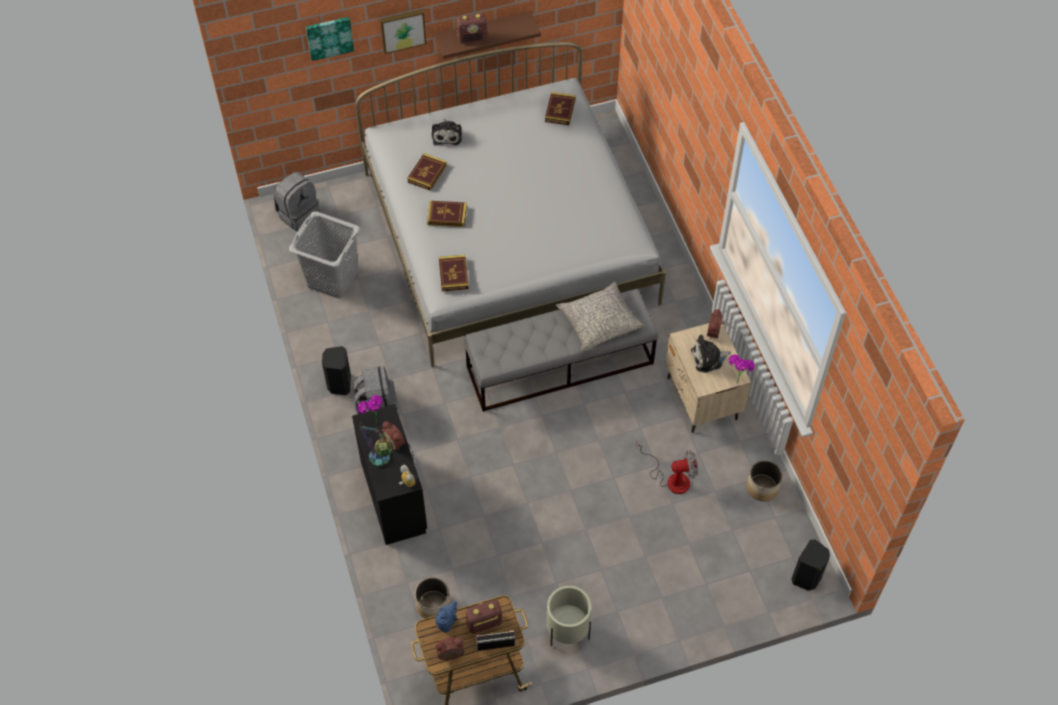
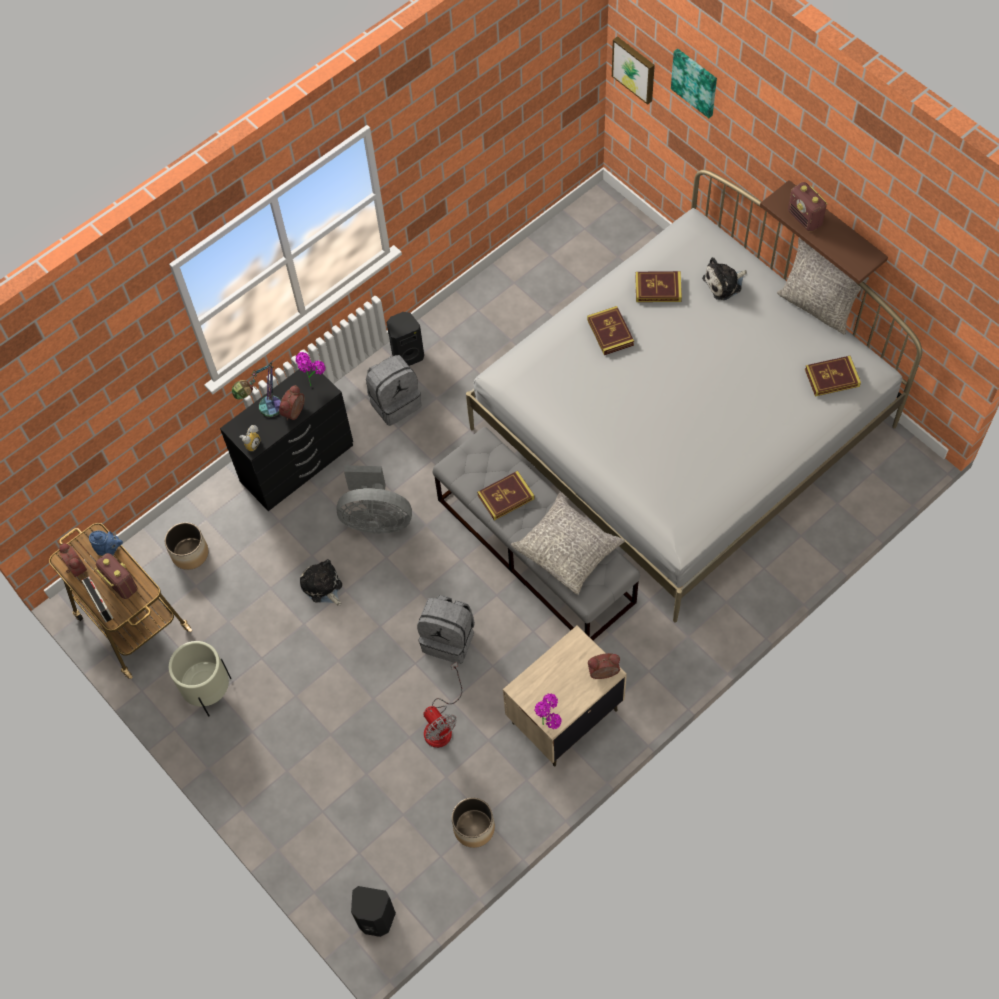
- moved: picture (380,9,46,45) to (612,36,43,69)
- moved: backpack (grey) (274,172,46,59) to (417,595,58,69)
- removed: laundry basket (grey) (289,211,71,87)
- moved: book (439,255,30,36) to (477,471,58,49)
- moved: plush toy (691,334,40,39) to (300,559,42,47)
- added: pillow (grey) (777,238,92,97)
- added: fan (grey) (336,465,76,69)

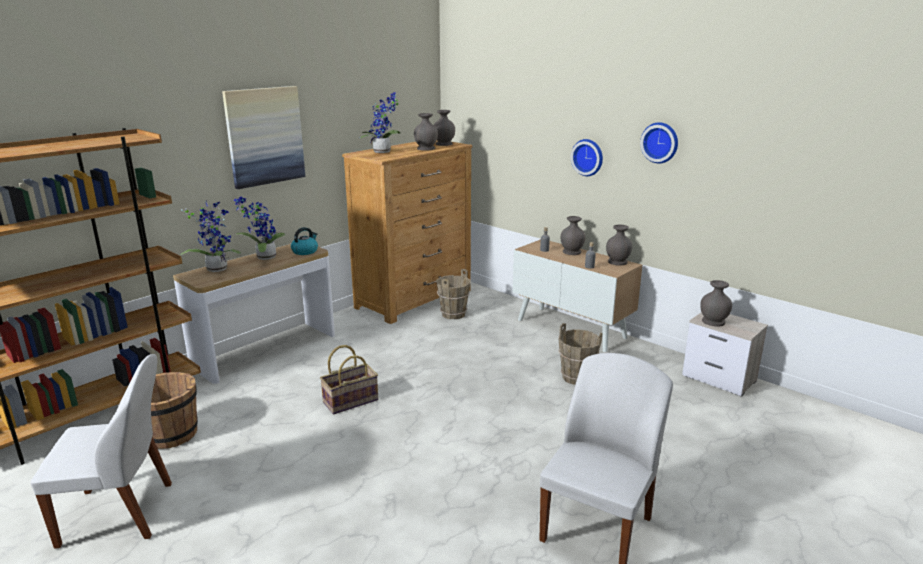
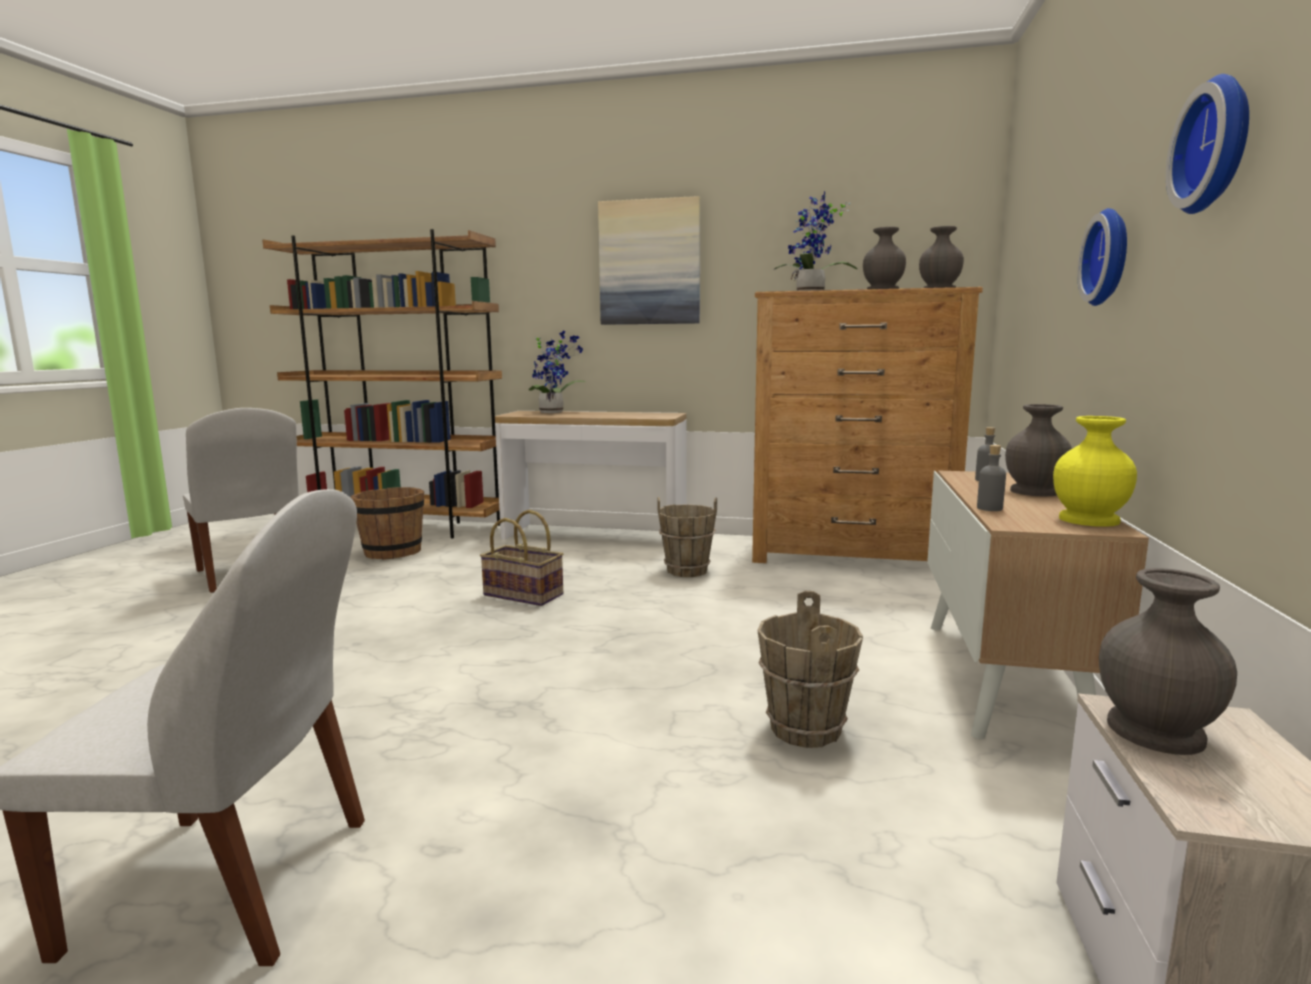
- removed: potted plant (234,196,51,64)
- recoloured: vase (grey) (606,225,26,41) to vase (yellow) (1053,416,84,111)
- removed: kettle (291,227,27,28)
- moved: bucket (brown) (436,269,35,50) to (658,497,59,80)

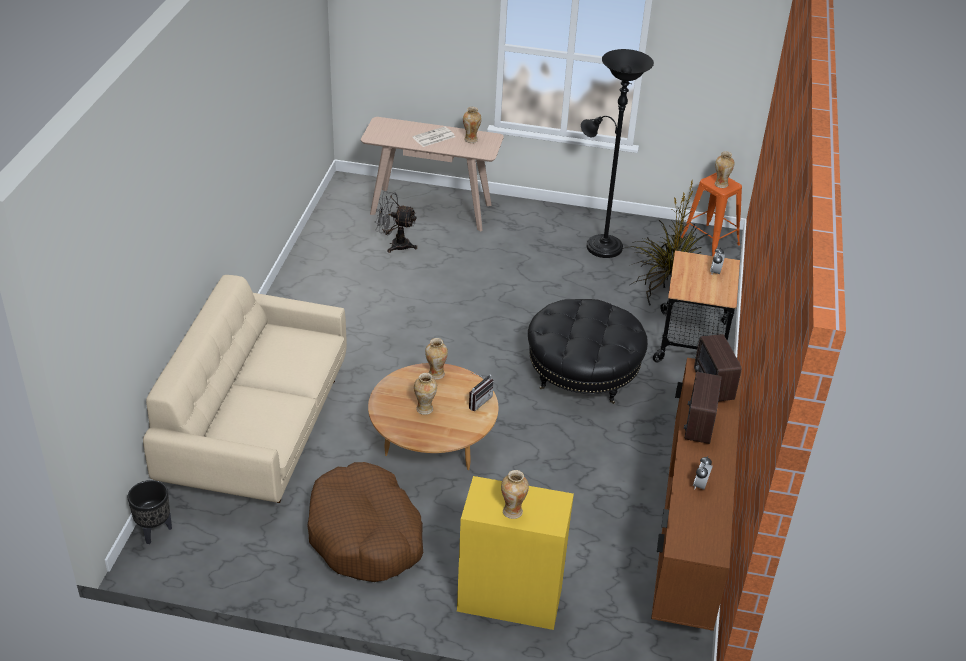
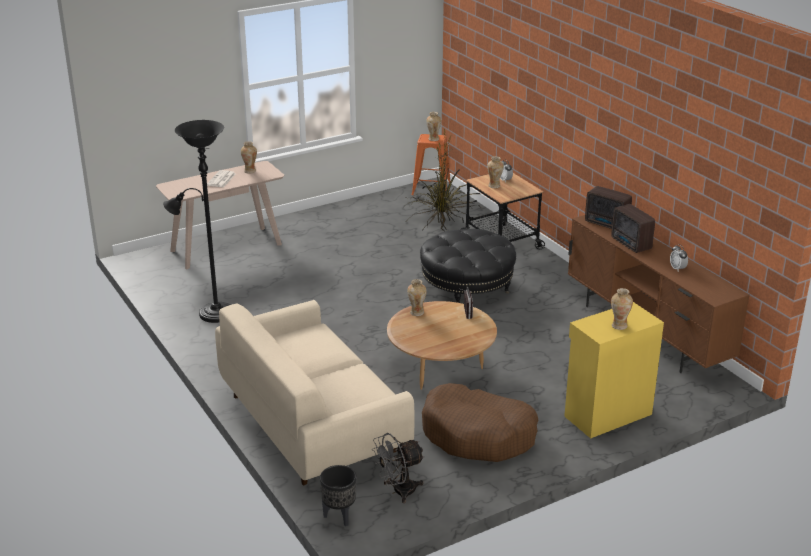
- moved: floor lamp (black) (581,49,73,209) to (163,120,68,203)
- moved: fan (grey) (375,191,42,62) to (372,433,53,70)
- moved: vase (414,373,23,42) to (487,156,17,32)

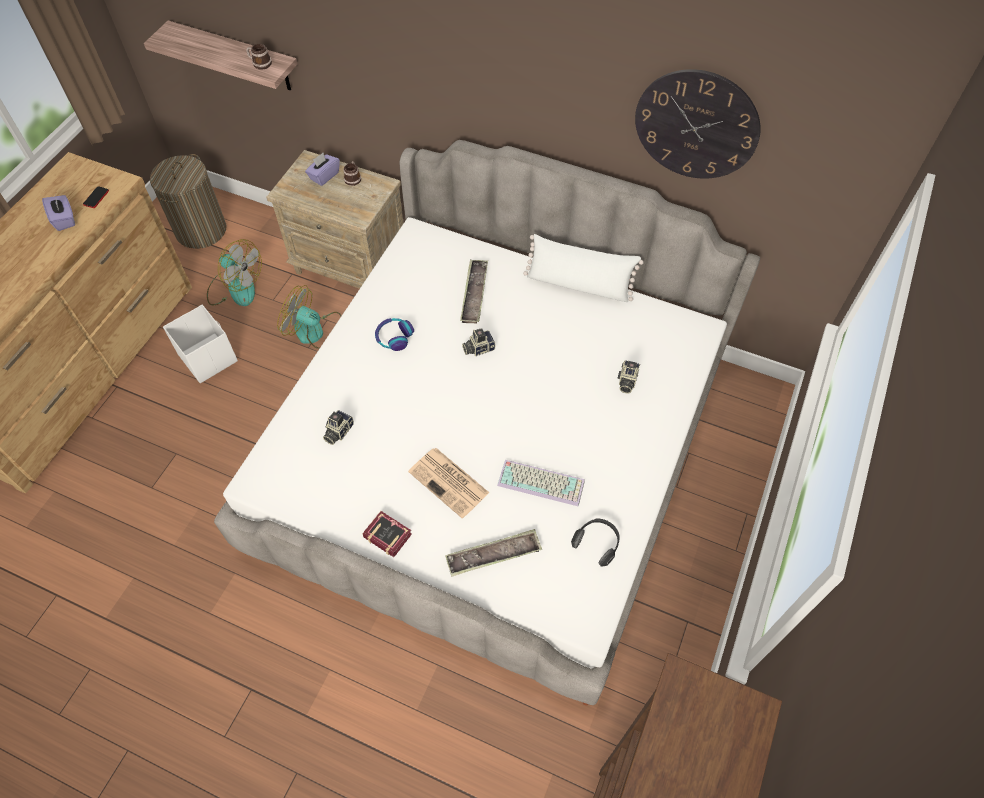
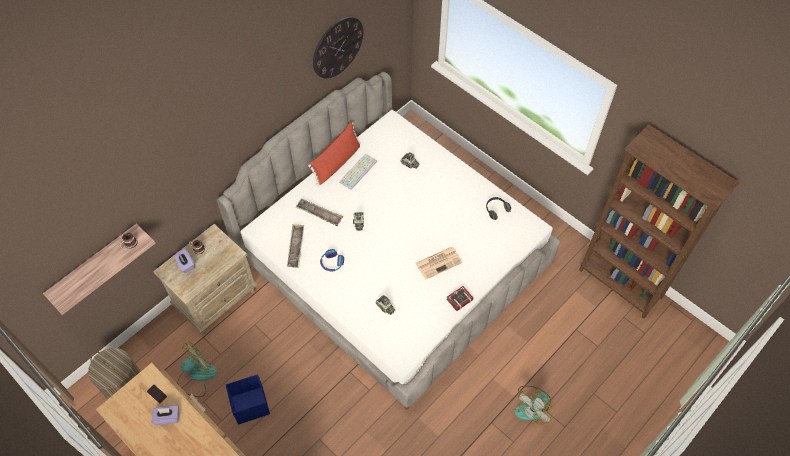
- recoloured: pillow (white) (523,234,121,68) to pillow (red) (308,122,53,64)
- moved: fan (277,285,65,64) to (514,386,39,38)
- recoloured: storage box (white) (163,305,75,78) to storage box (blue) (226,374,44,51)
- moved: keyboard (497,460,88,46) to (339,154,38,36)
- moved: tray (445,529,97,48) to (287,224,17,44)

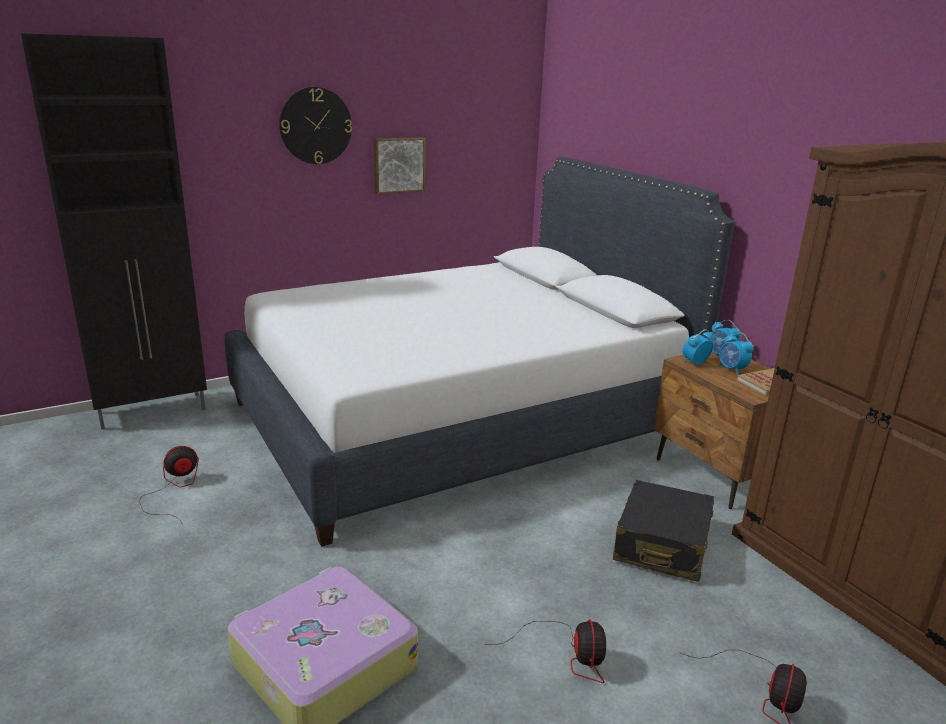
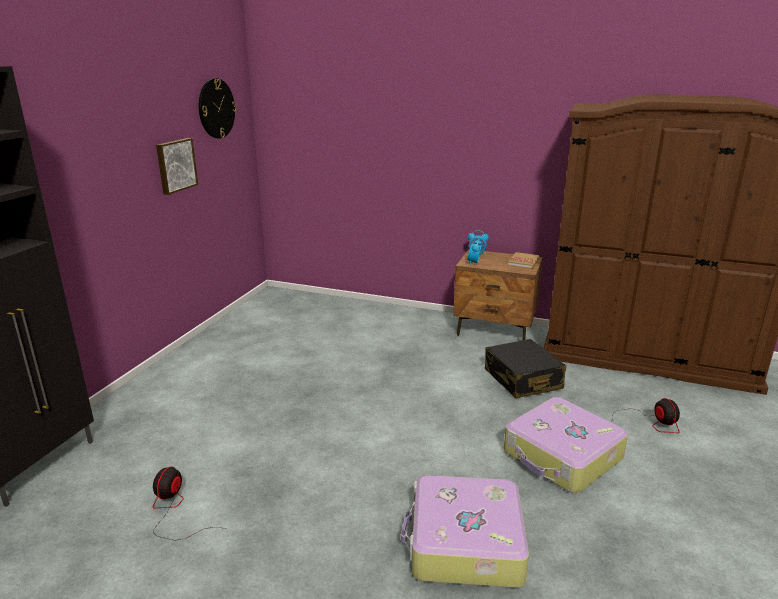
- moved: wall clock (279,87,73,77) to (199,78,37,61)
- removed: bed (white) (225,156,510,391)
- removed: alarm clock (719,333,35,41)
- replaced: fan (484,620,122,63) to suitcase (504,397,124,96)

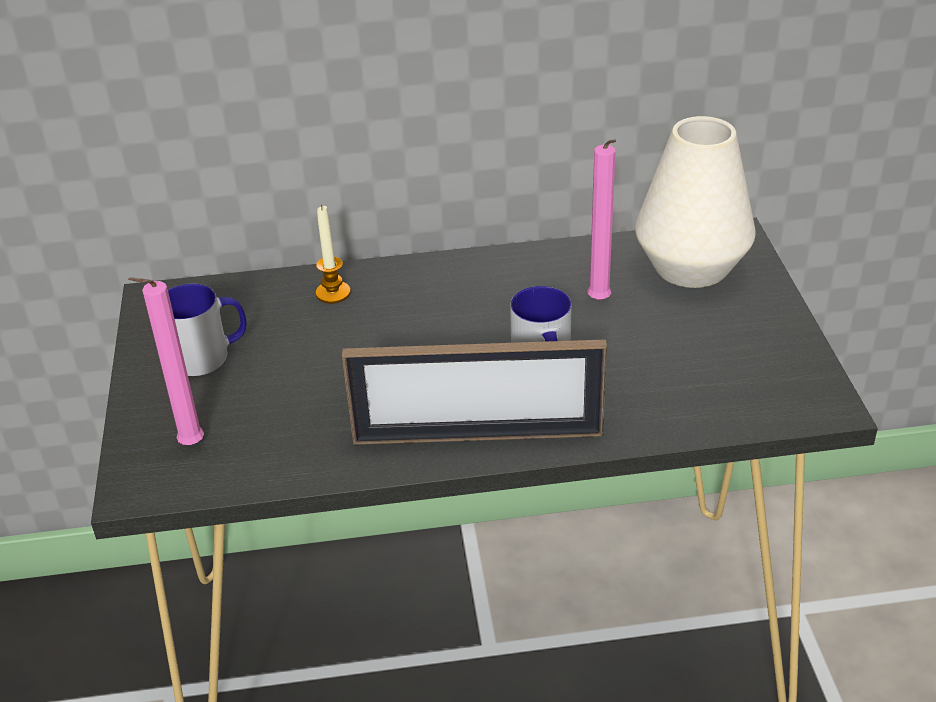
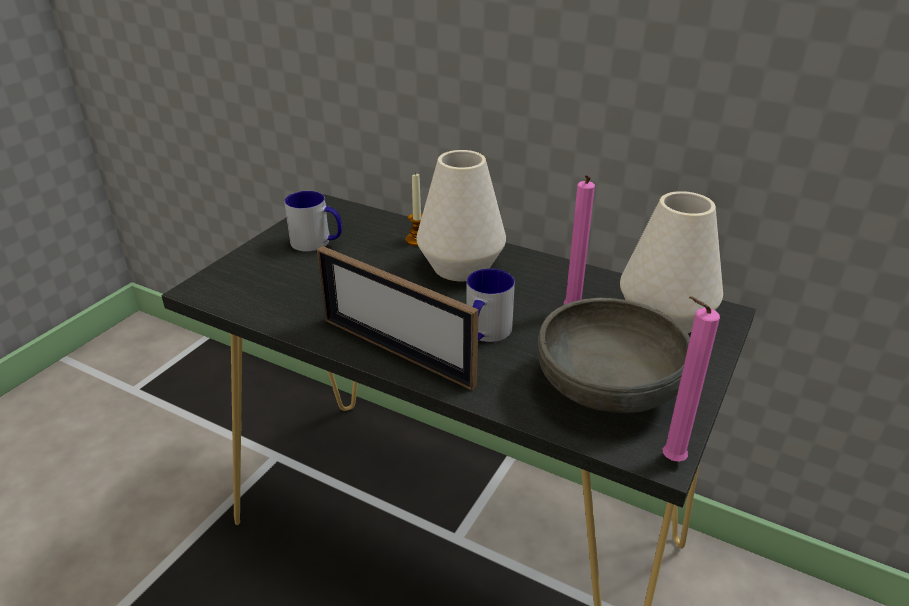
- moved: candle (pink) (128,277,76,168) to (663,296,57,166)
- added: vase (white) (417,150,89,131)
- added: bowl (grey) (537,298,153,115)

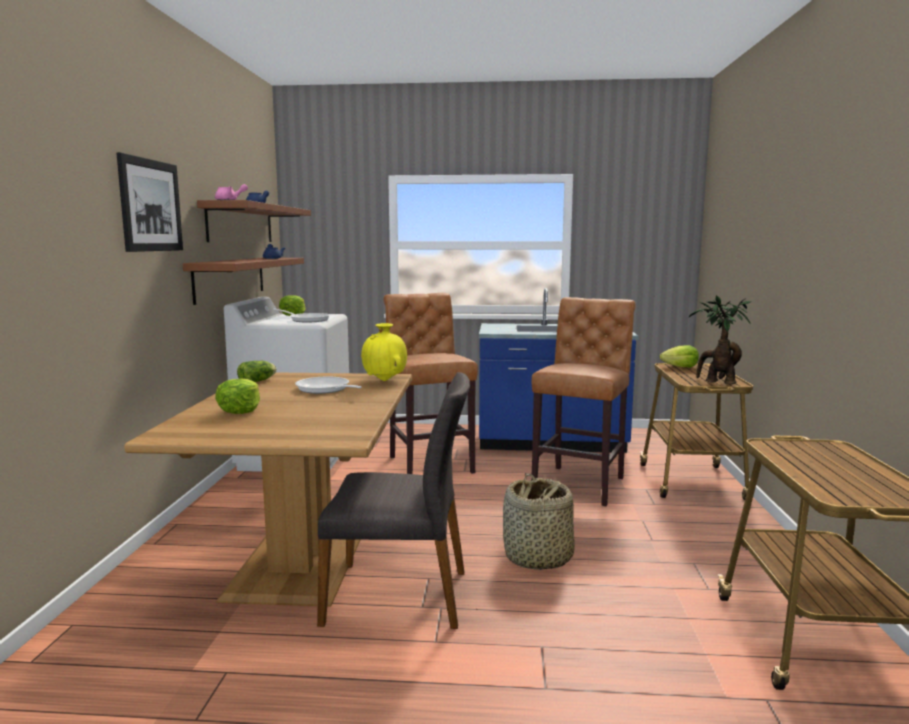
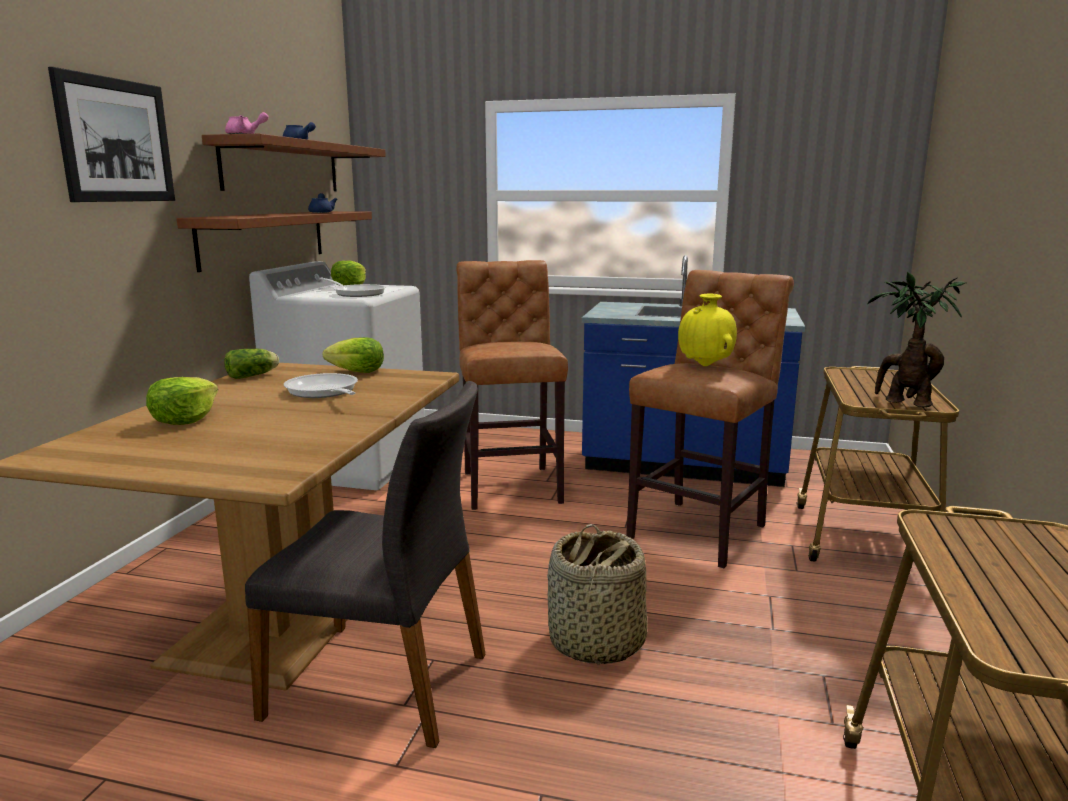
- moved: vase (yellow) (361,323,46,58) to (678,293,59,73)
- moved: lettuce (660,345,39,23) to (323,337,61,36)

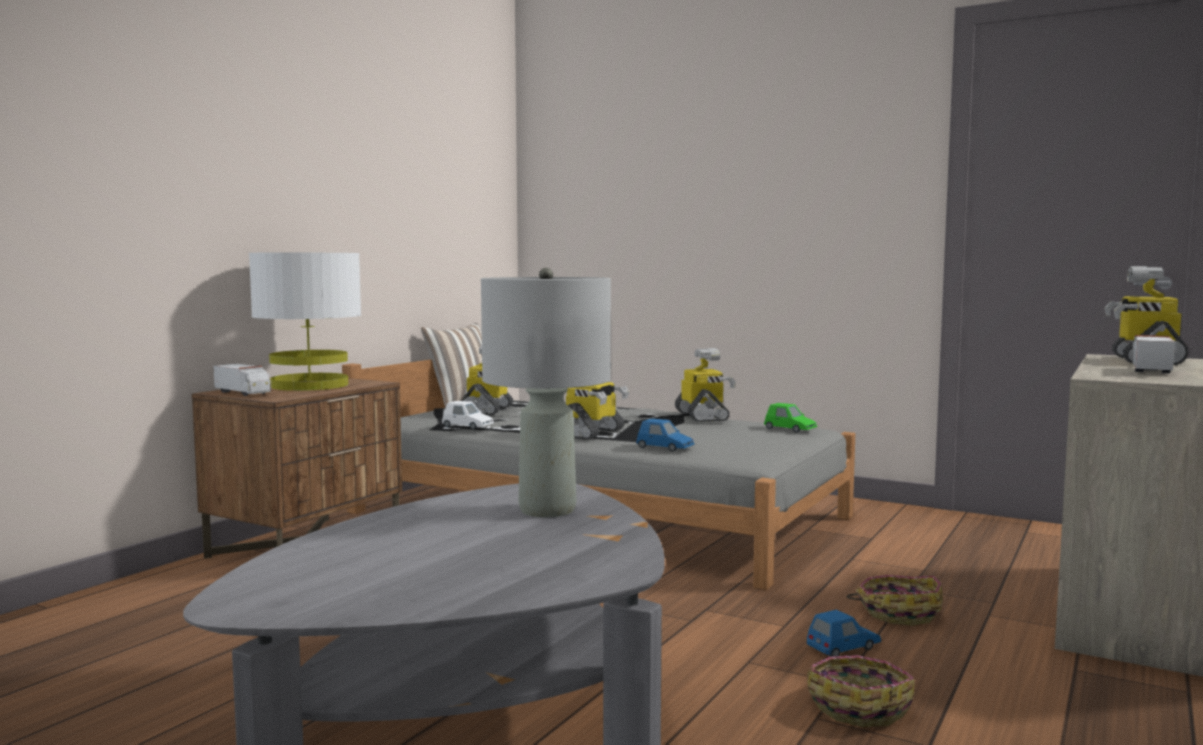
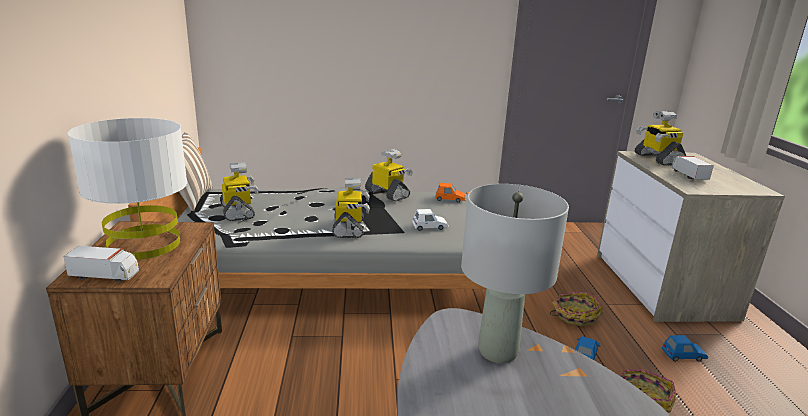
- moved: toy car (white) (442,401,52,28) to (412,209,37,22)
- recoloured: toy car (green) (764,403,53,29) to toy car (orange) (435,183,30,19)
- moved: toy car (blue) (636,418,58,34) to (662,335,46,27)

